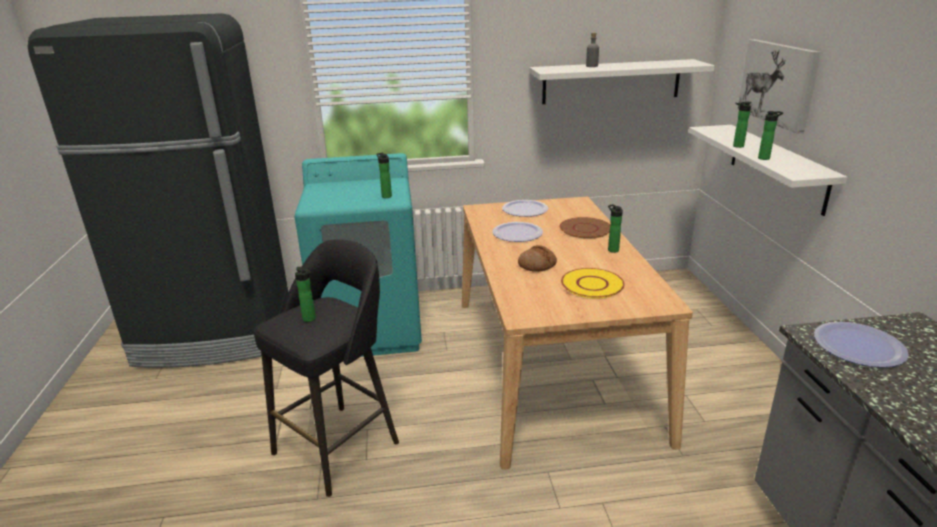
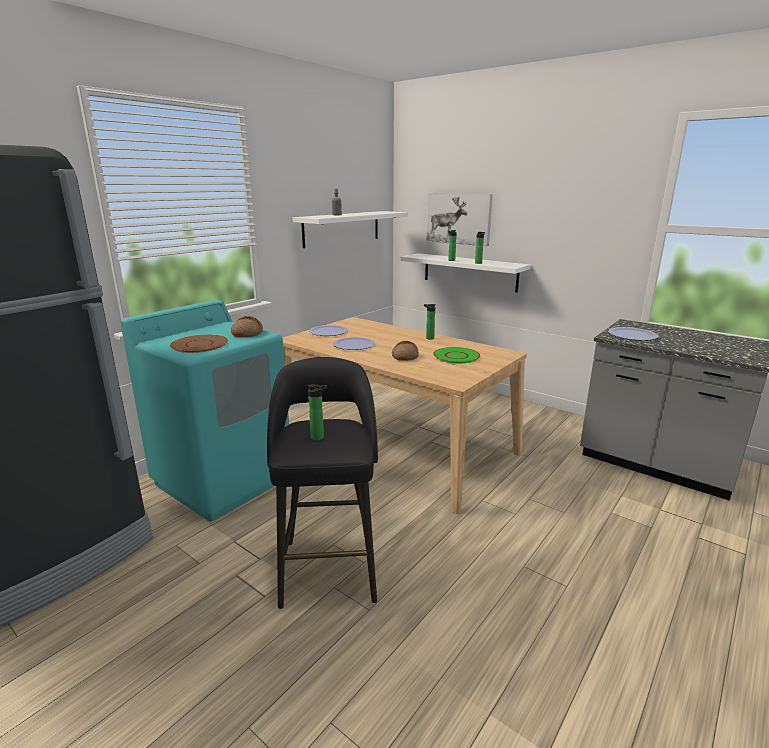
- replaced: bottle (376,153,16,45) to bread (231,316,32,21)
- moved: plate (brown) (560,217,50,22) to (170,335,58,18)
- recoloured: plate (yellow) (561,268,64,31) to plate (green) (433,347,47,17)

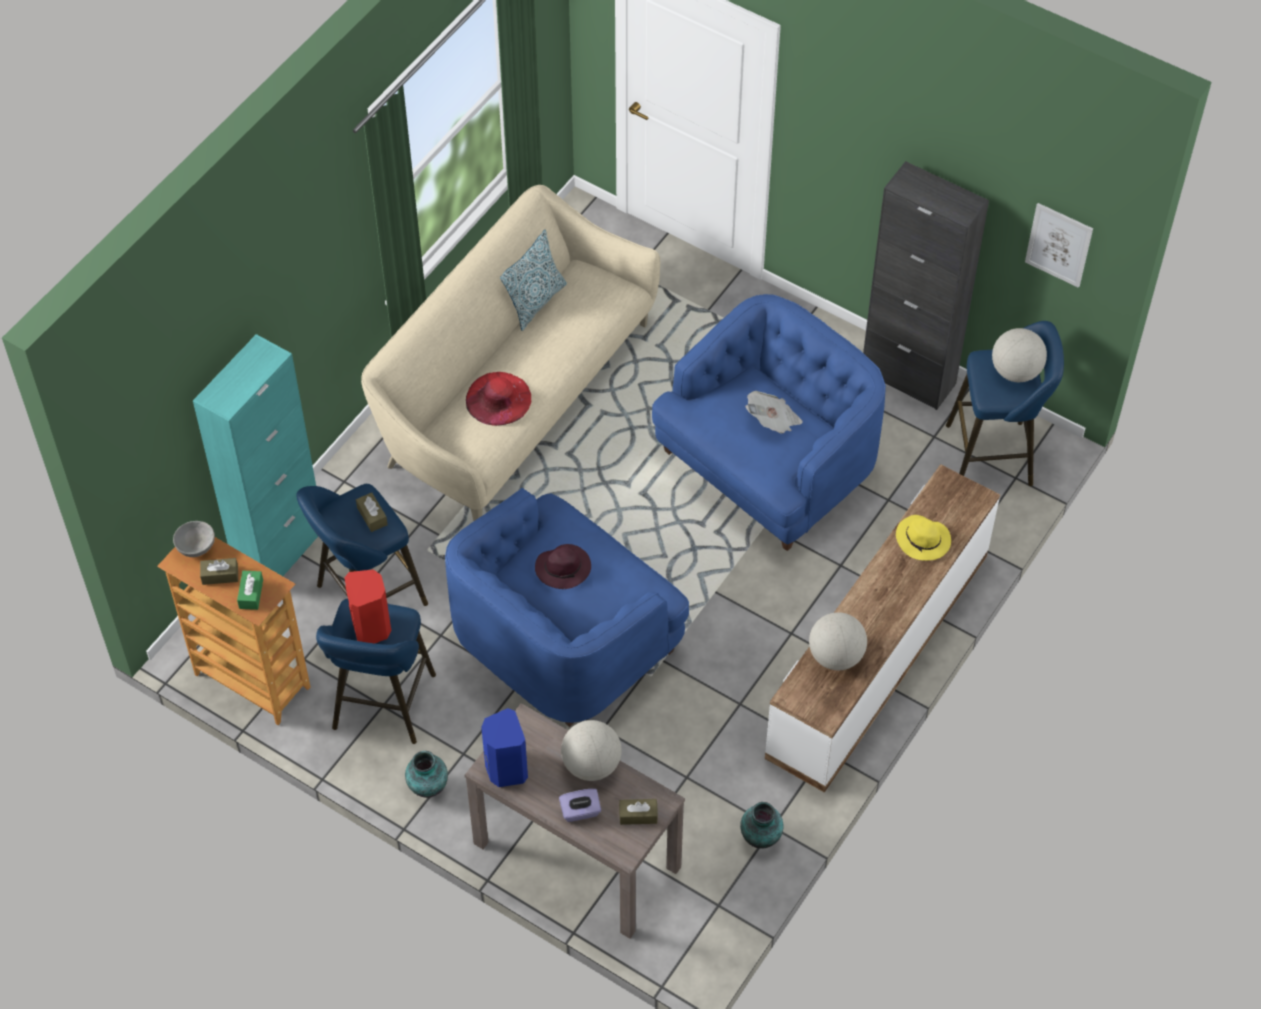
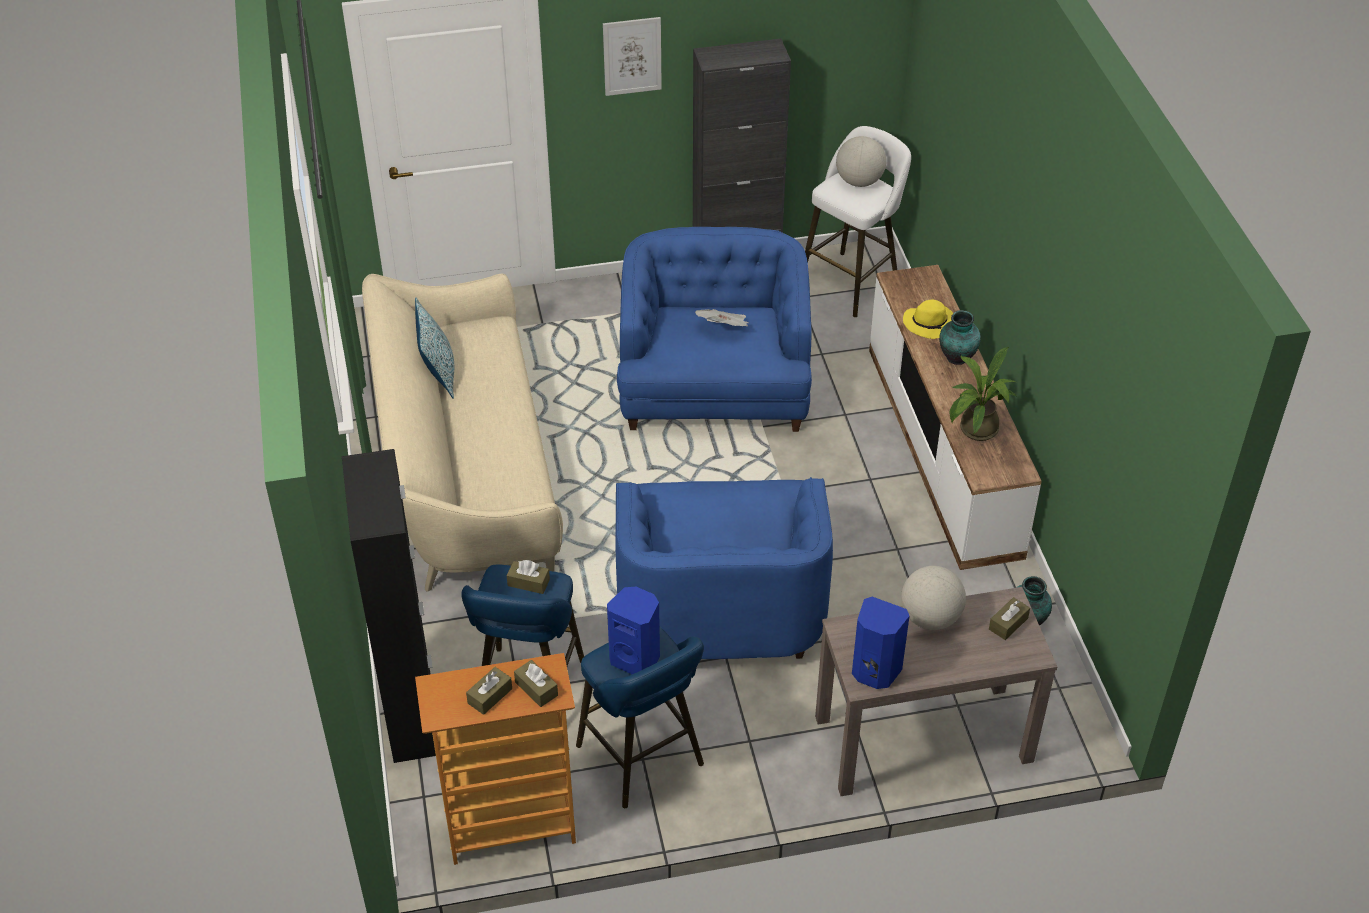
- moved: picture (1025,203,68,85) to (603,17,59,79)
- recoloured: stool (blue) (946,321,118,165) to stool (white) (805,126,106,191)
- recoloured: cabinet (turquoise) (193,334,125,242) to cabinet (black) (342,449,94,314)
- removed: hat (red) (466,372,66,54)
- removed: bowl (grey) (173,521,42,36)
- removed: hat (purple) (535,544,56,45)
- recoloured: speaker (red) (344,569,47,75) to speaker (blue) (607,587,53,87)
- recoloured: tissue box (green) (237,571,26,39) to tissue box (brown) (514,660,44,47)
- replaced: globe (809,612,58,58) to potted plant (949,347,67,94)
- moved: vase (405,751,43,47) to (939,310,42,55)
- removed: tissue box (purple) (559,789,42,33)

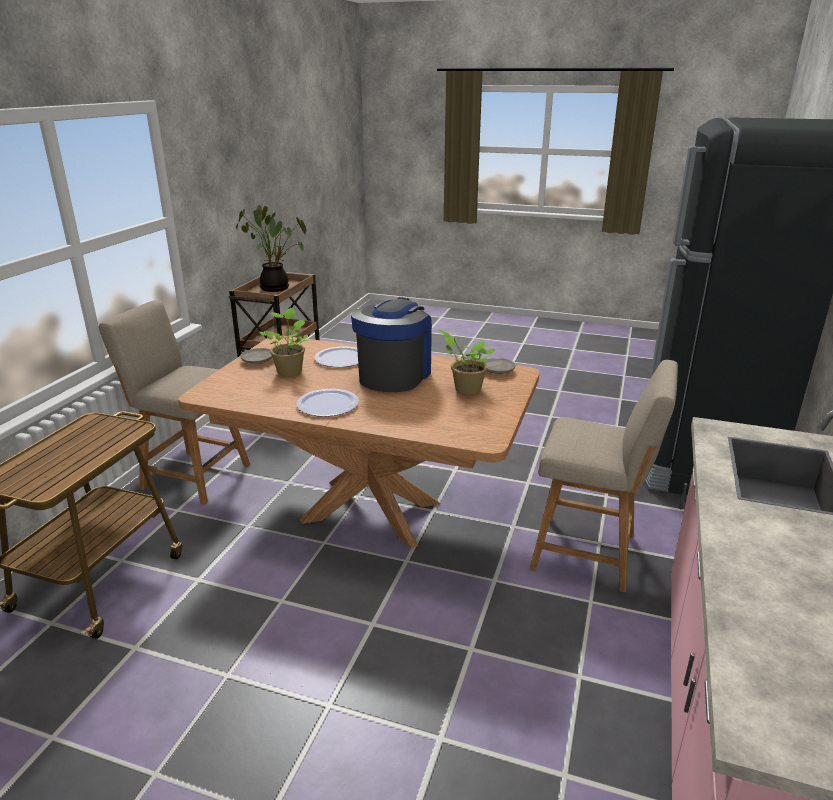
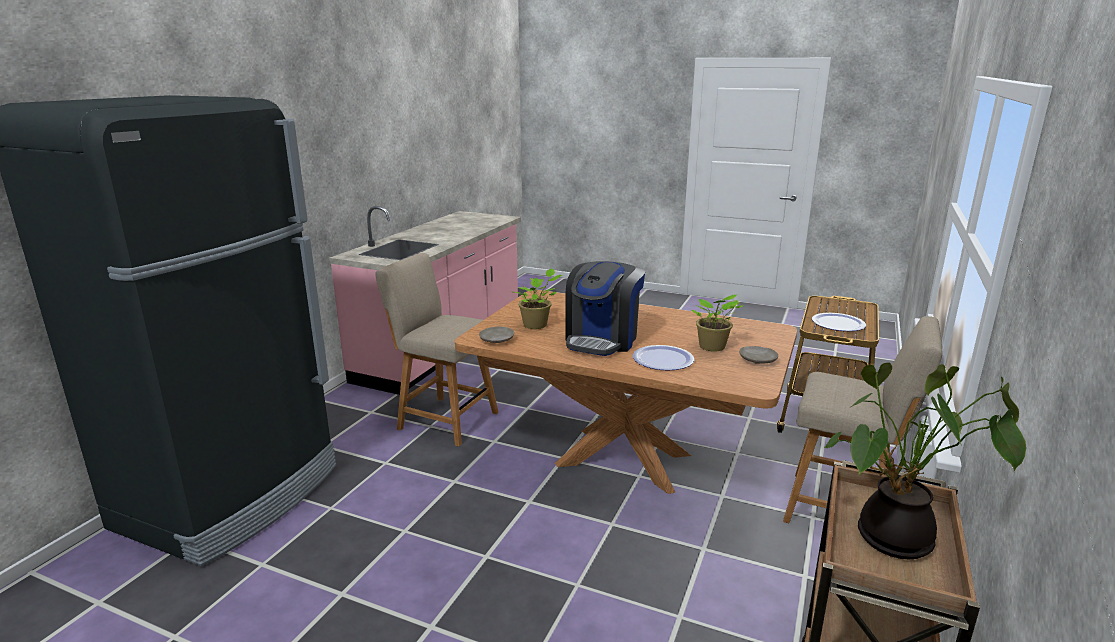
- moved: plate (296,389,63,28) to (812,313,54,18)

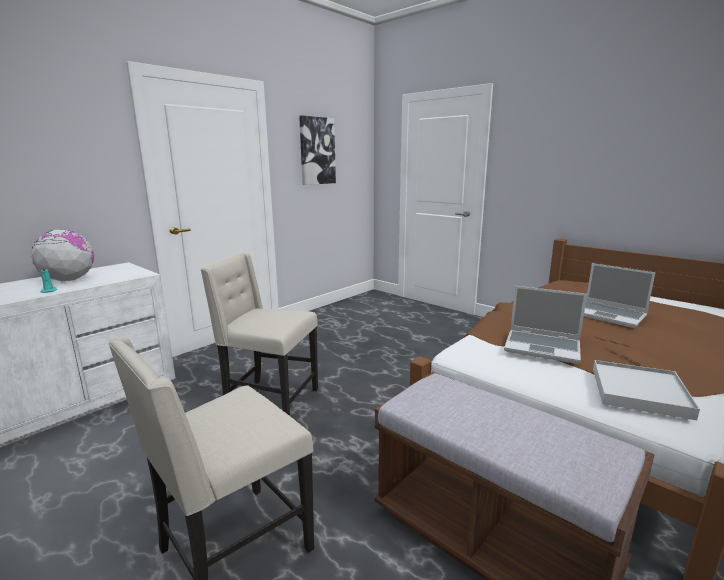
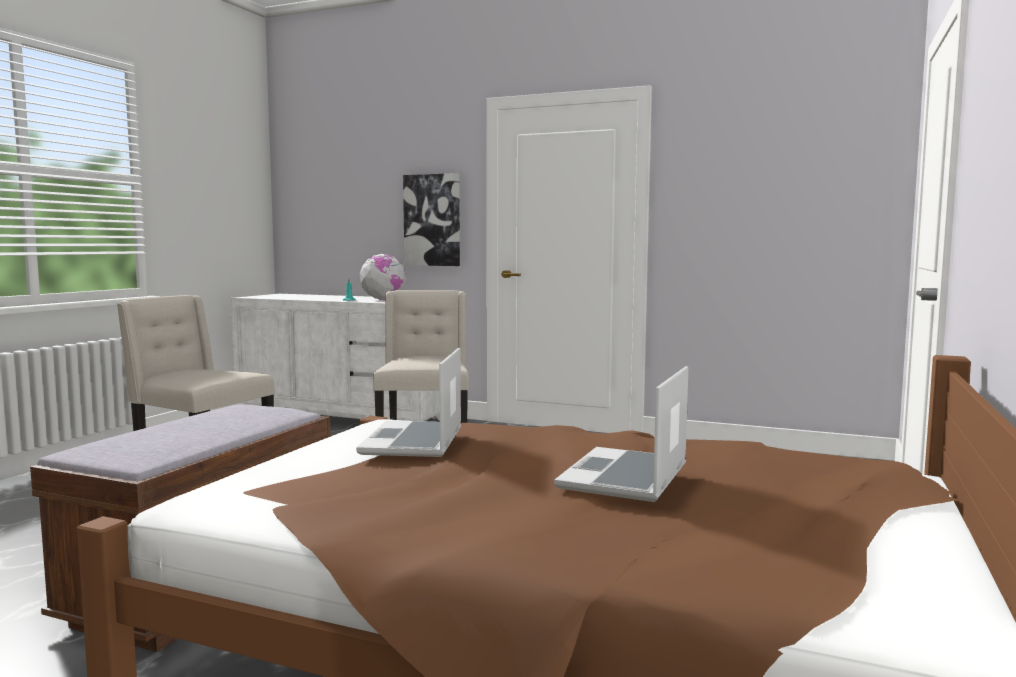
- moved: picture (299,115,37,70) to (403,173,57,93)
- removed: tray (white) (593,360,107,60)

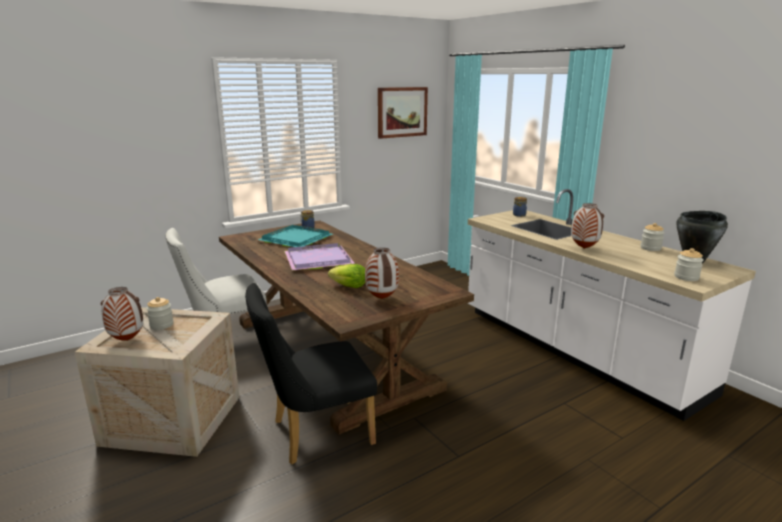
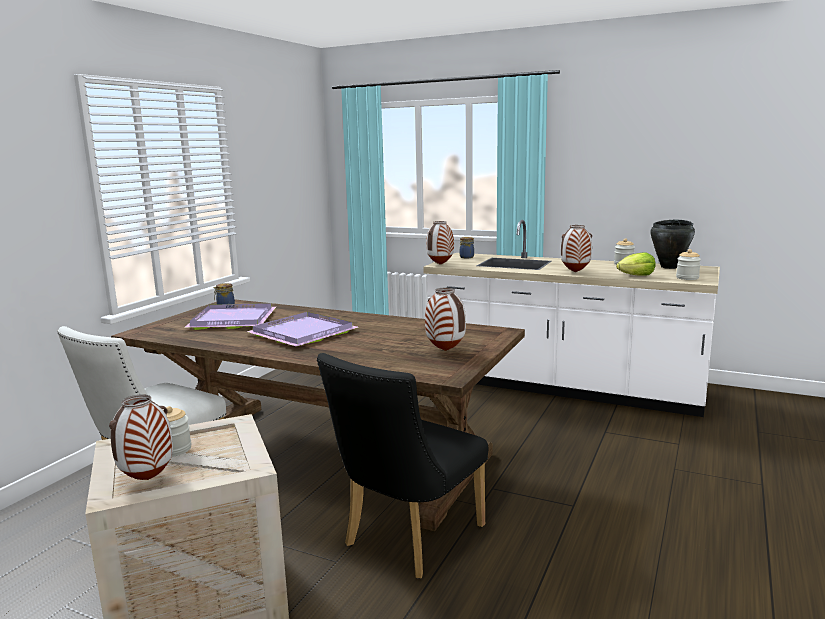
- removed: picture (378,87,50,52)
- recoloured: tray (turquoise) (258,225,75,22) to tray (purple) (184,303,92,27)
- moved: lettuce (328,264,37,24) to (616,253,40,23)
- added: vase (426,221,28,44)

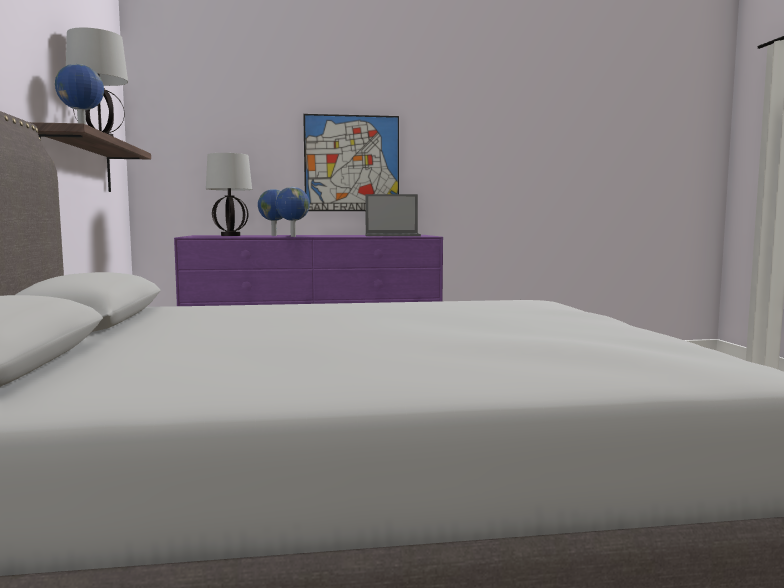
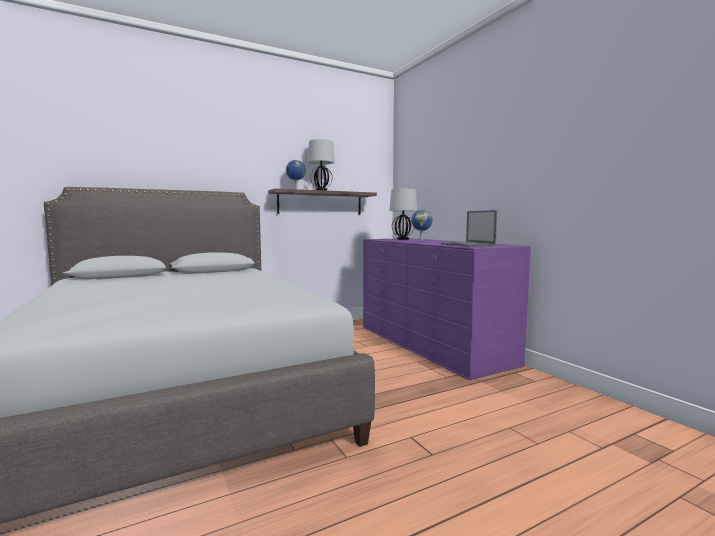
- removed: picture (303,114,96,97)
- removed: globe (276,187,34,50)

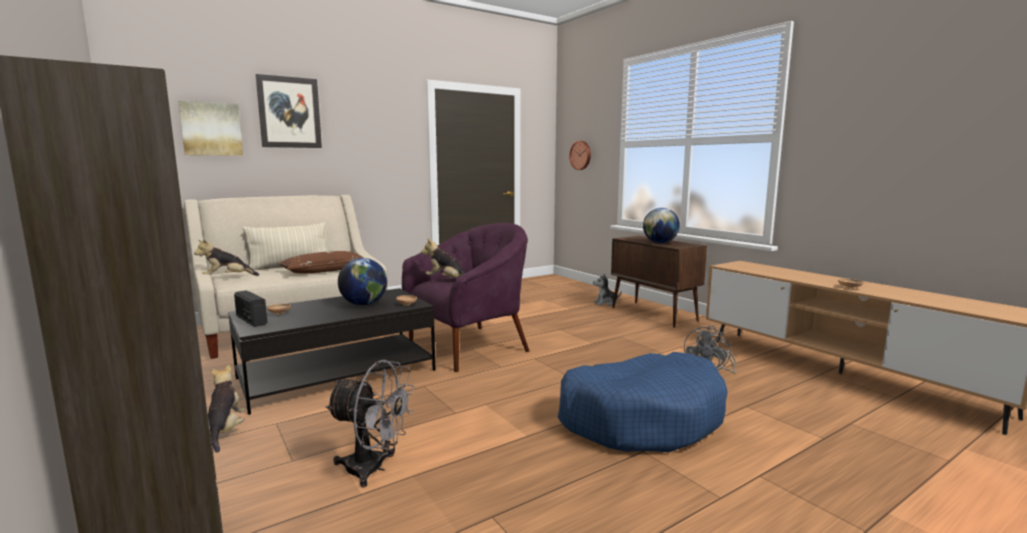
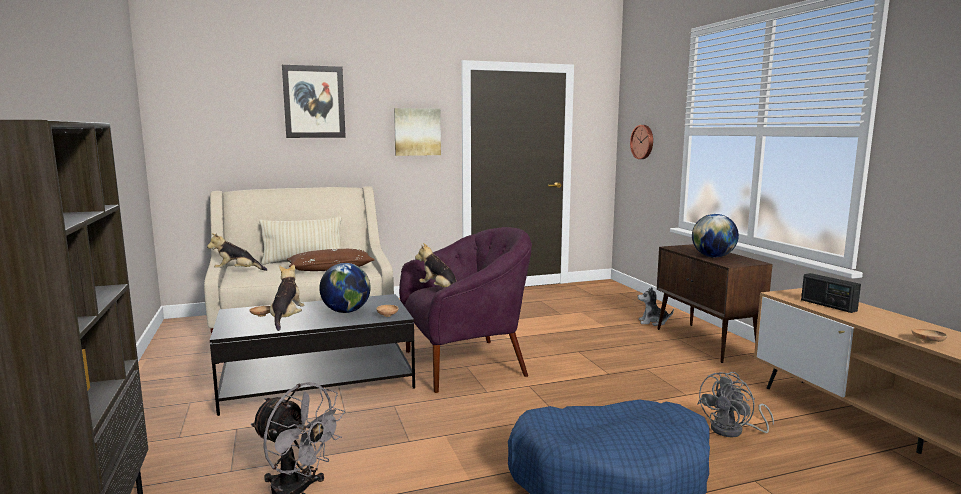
- moved: picture (178,100,65,56) to (394,108,47,48)
- moved: radio (234,290,33,37) to (801,273,60,40)
- moved: plush toy (208,365,37,87) to (270,264,35,67)

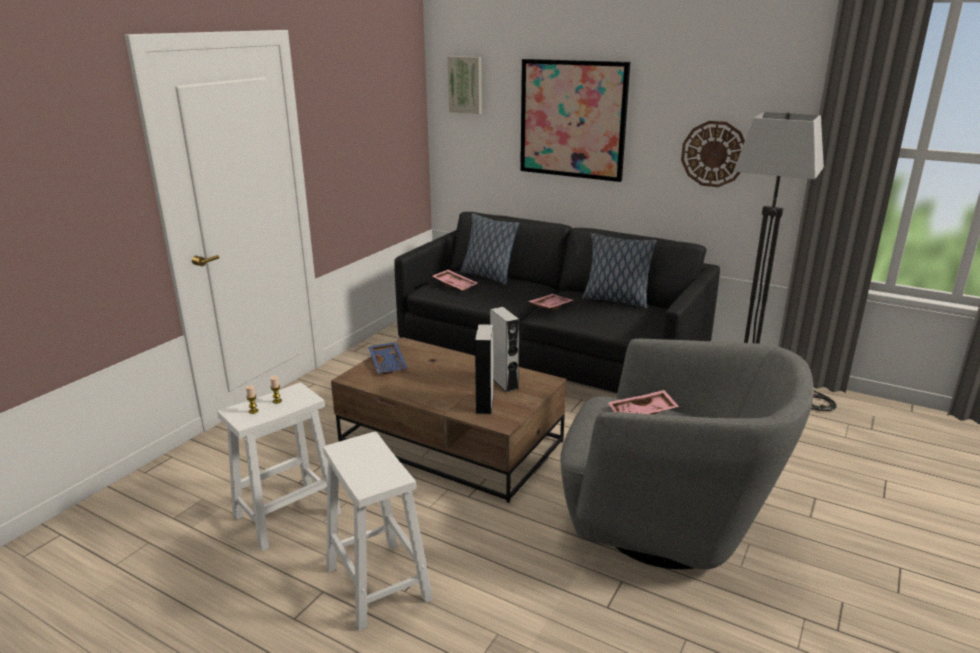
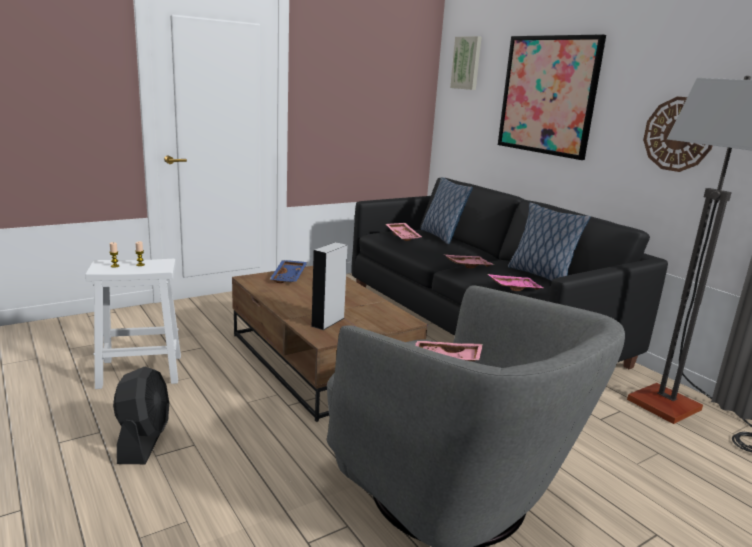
- removed: speaker (grey) (490,307,29,85)
- replaced: stool (white) (323,432,110,199) to fan (black) (113,366,56,98)
- added: tray (pink) (488,274,55,17)

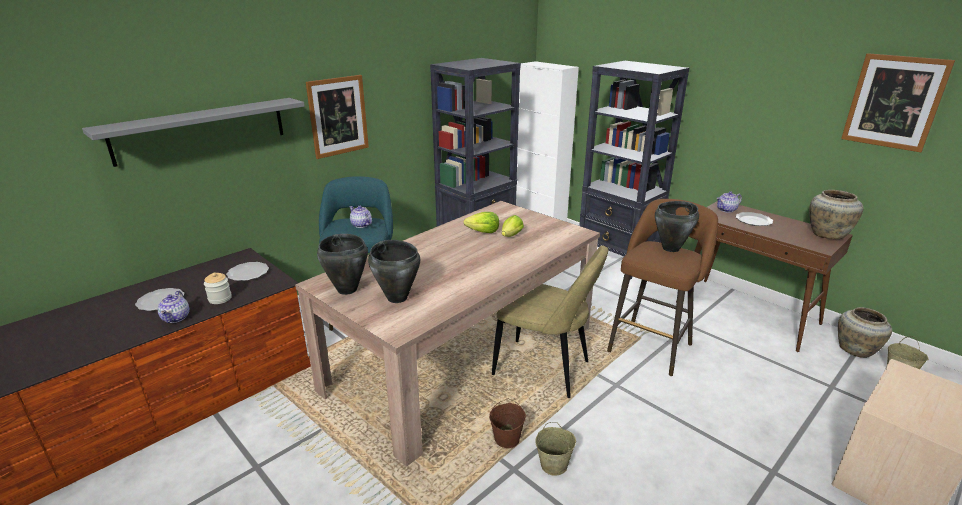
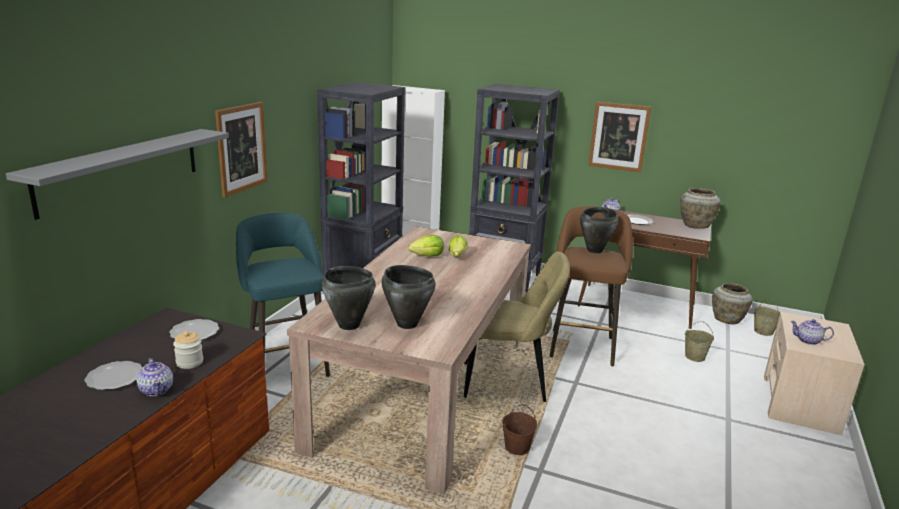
- moved: picture (841,53,114,99) to (588,102,63,70)
- moved: teapot (349,206,23,22) to (790,319,44,26)
- moved: bucket (beige) (535,422,41,54) to (685,321,29,41)

